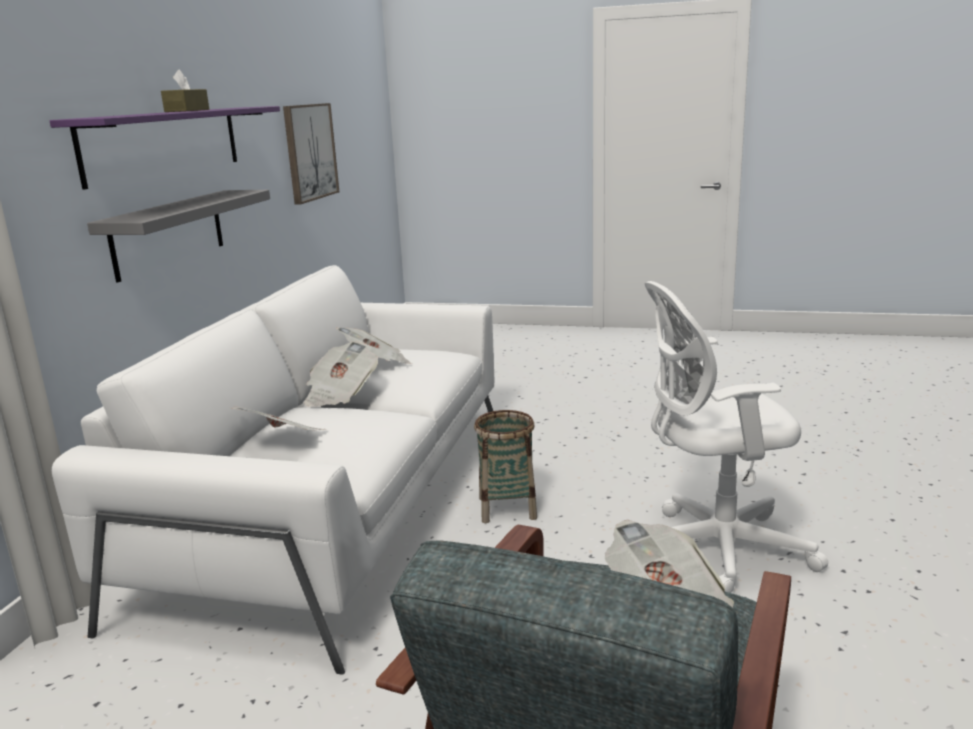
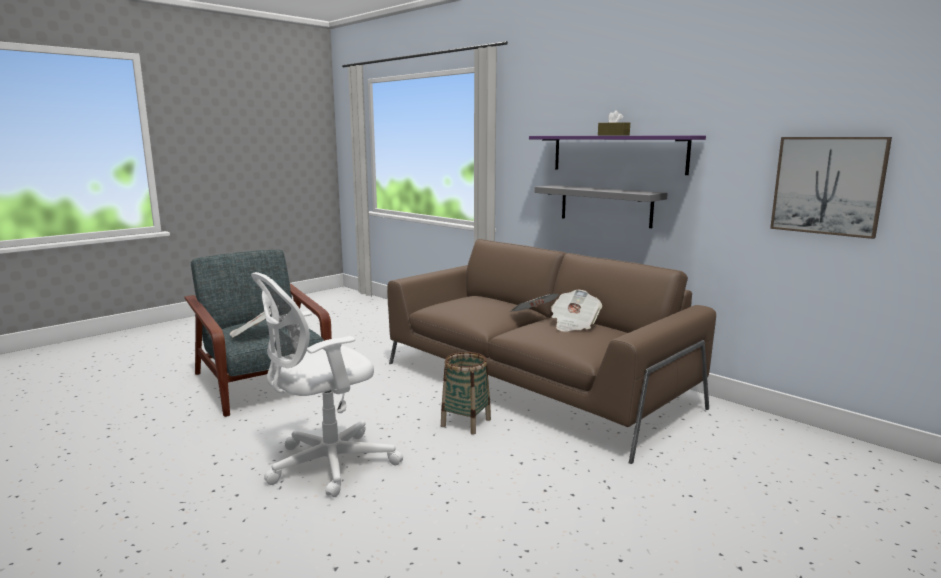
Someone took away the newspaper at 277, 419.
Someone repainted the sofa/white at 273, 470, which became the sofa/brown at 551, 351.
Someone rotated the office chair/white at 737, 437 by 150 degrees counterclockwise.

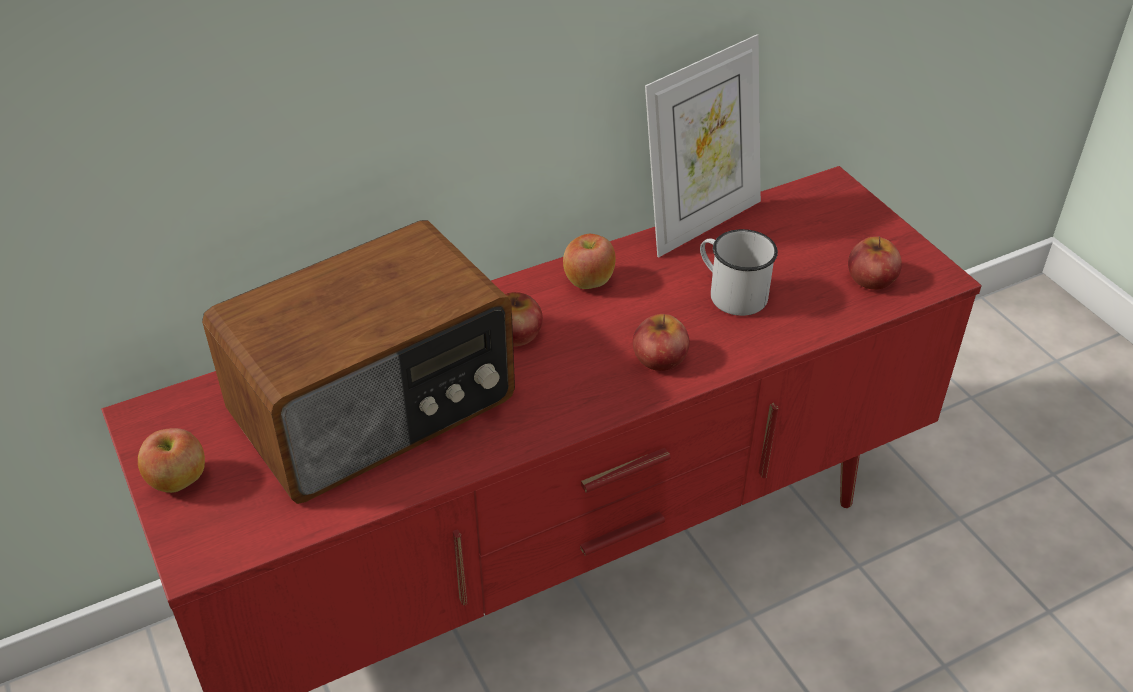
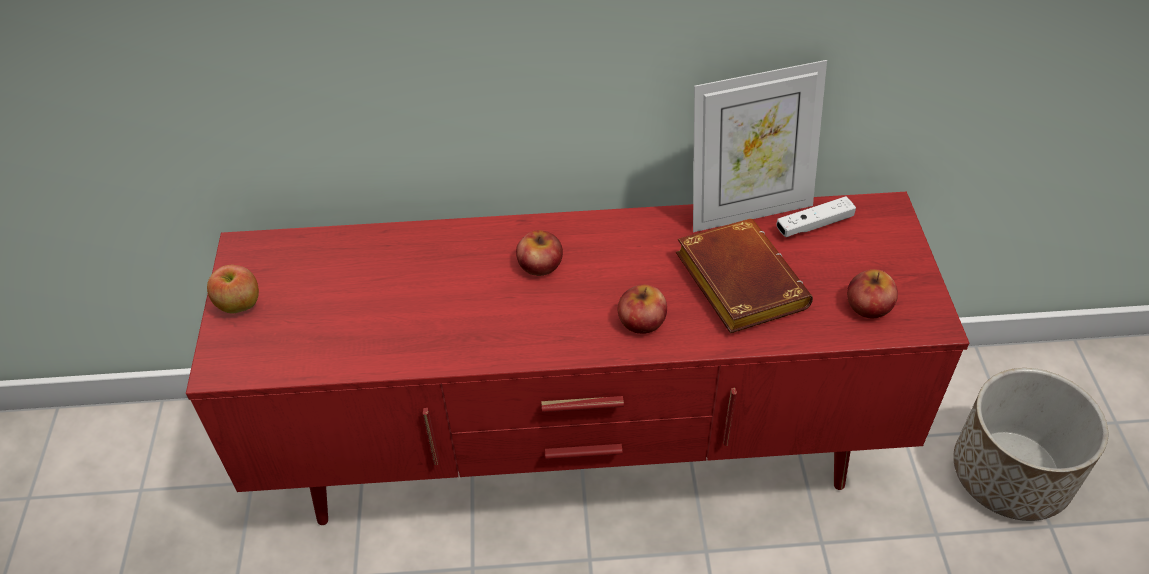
Someone took away the radio at 358, 362.
Someone took away the apple at 589, 261.
Someone put down the game controller/white at 816, 216.
Someone put down the planter at 1030, 444.
Someone swapped the mug/white at 739, 272 for the book/brown at 744, 276.

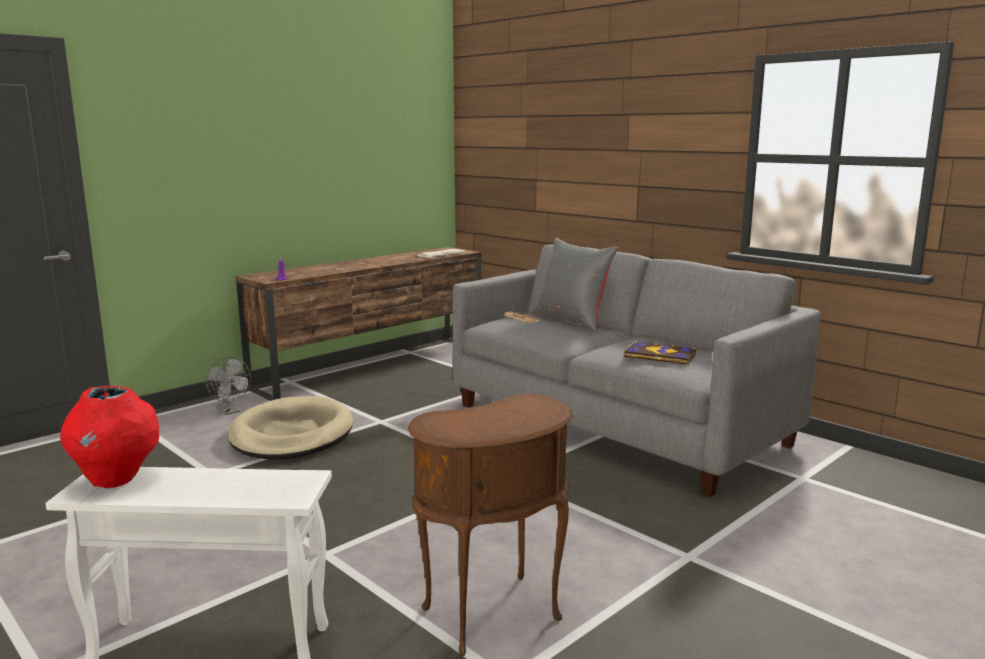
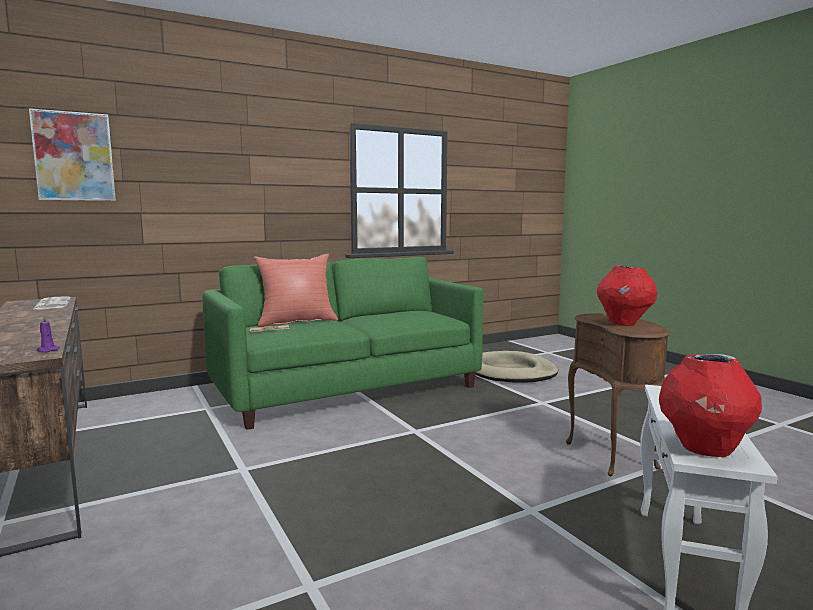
Someone took away the fan/grey at 228, 386.
Someone took away the book at 660, 353.
Someone put up the picture at 72, 154.
Someone put down the vase/red at 627, 295.
Someone carried the dog bed/beige from 290, 428 to 517, 367.
Someone repainted the sofa/grey at 637, 370, which became the sofa/green at 343, 343.
Someone repainted the pillow/grey at 575, 285, which became the pillow/red at 296, 290.

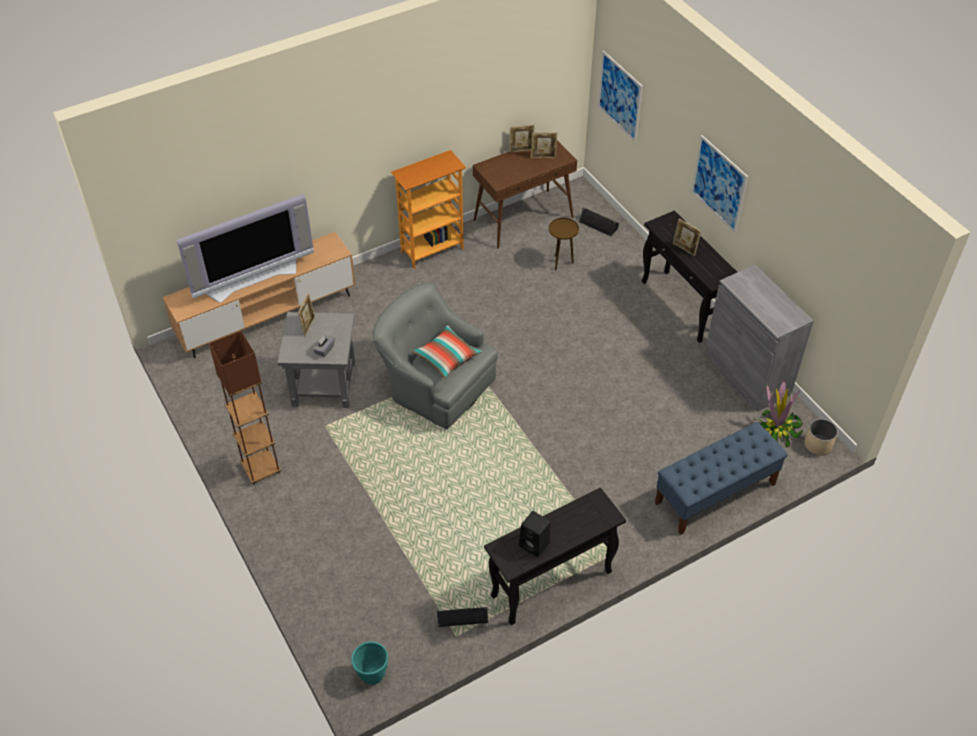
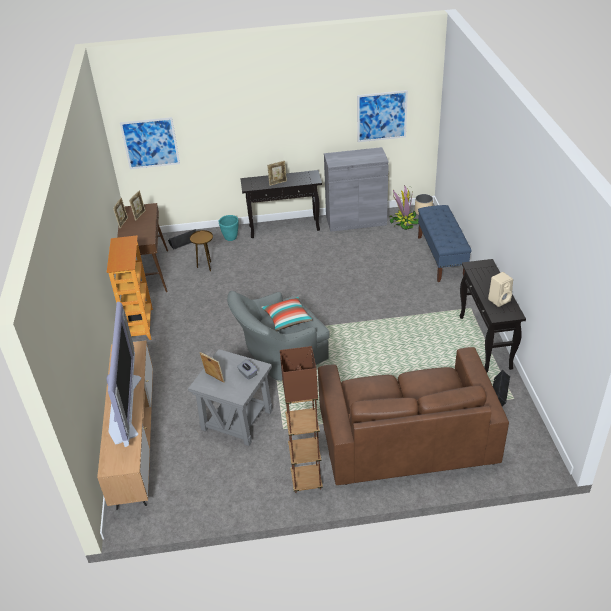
Someone put down the sofa/brown at 413, 416.
Someone carried the planter/turquoise from 369, 663 to 229, 228.
Someone carried the picture from 719, 184 to 382, 116.
Someone repainted the speaker/black at 534, 534, which became the speaker/beige at 500, 289.

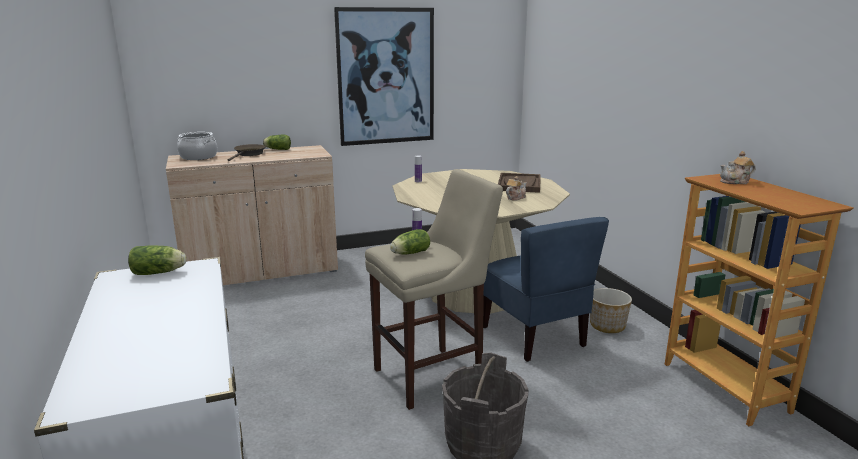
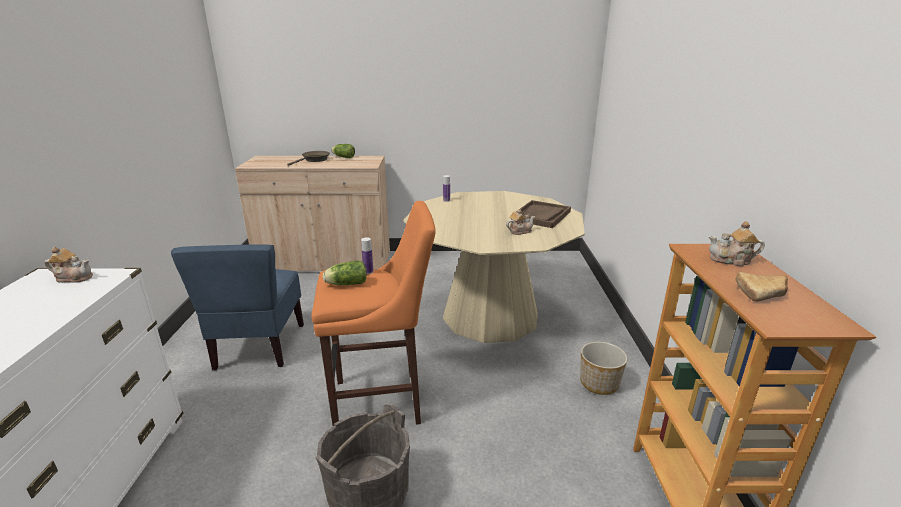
Someone took away the cooking pot at 197, 146.
Someone took away the picture at 384, 76.
Someone put down the bread at 762, 287.
Someone carried the chair/blue from 546, 289 to 237, 307.
Someone swapped the lettuce at 157, 260 for the teapot at 69, 265.
Someone repainted the stool/beige at 434, 289, which became the stool/orange at 374, 313.

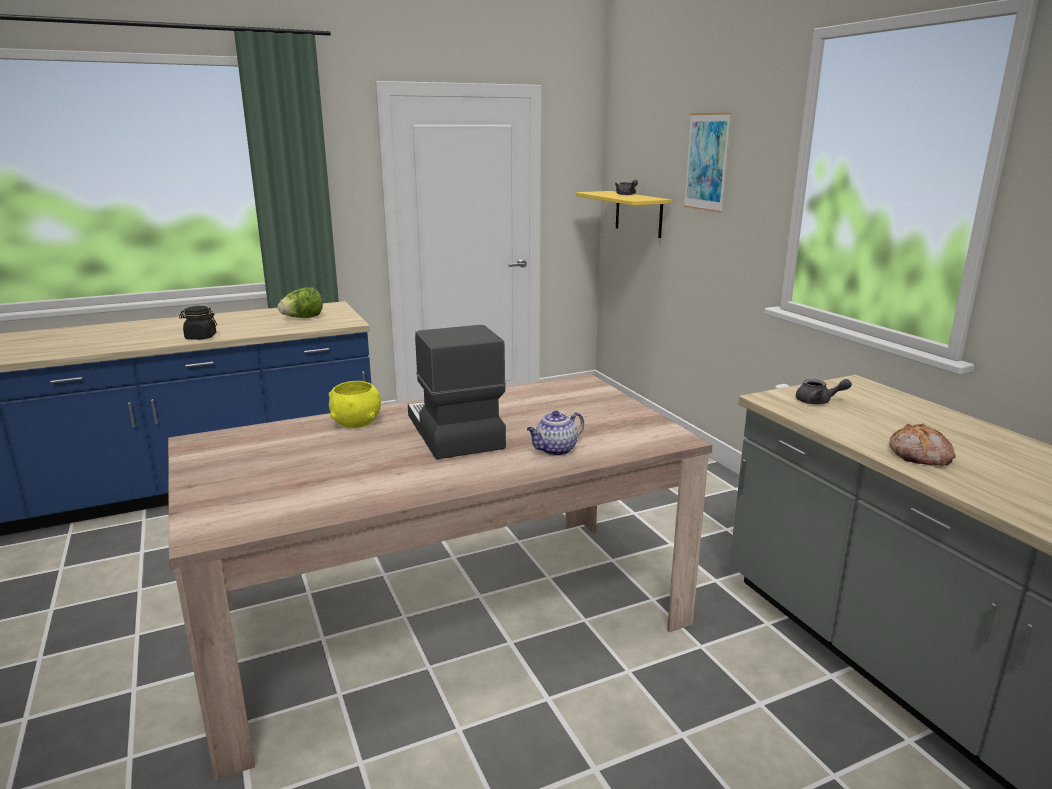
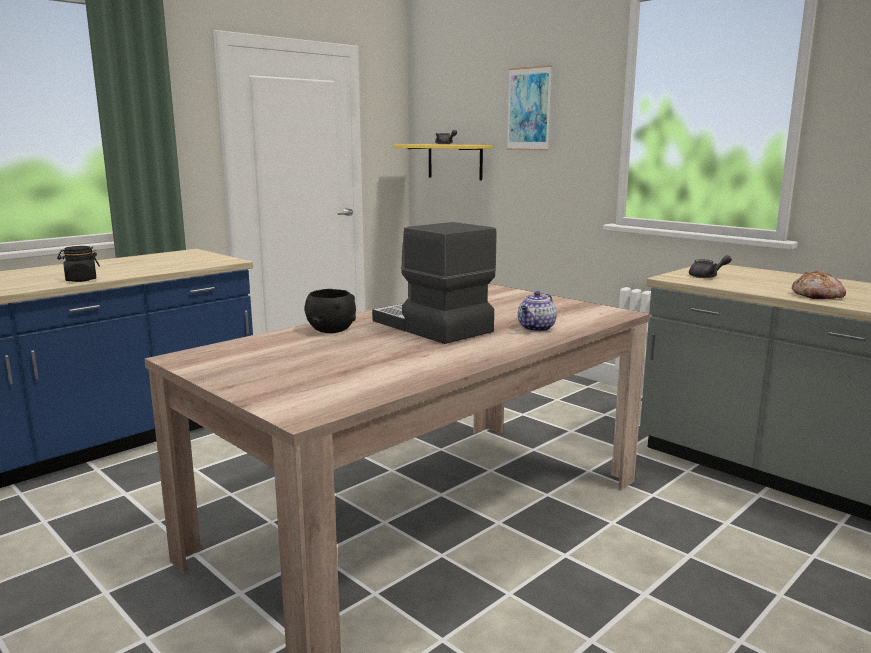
Someone took away the lettuce at 300, 302.
Someone repainted the bowl/yellow at 355, 404, which became the bowl/black at 330, 311.

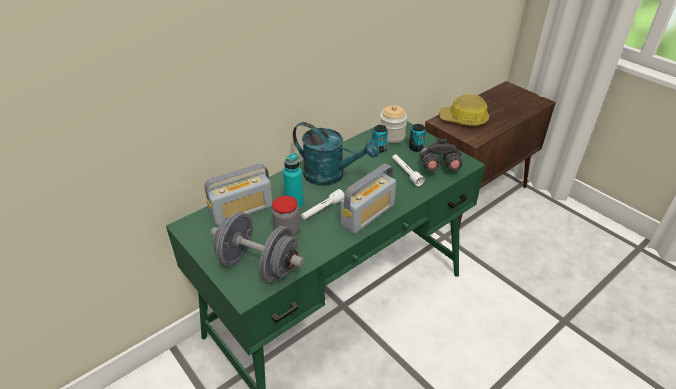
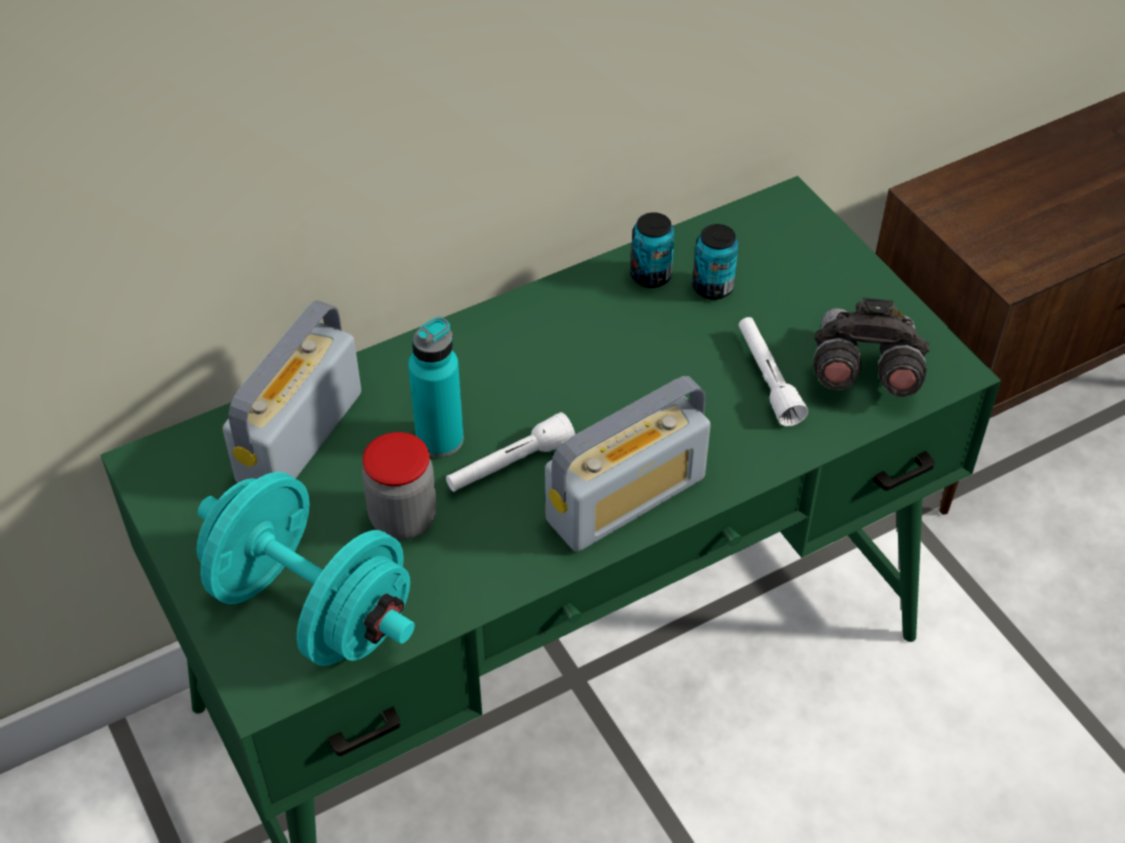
Someone took away the watering can/turquoise at 336, 154.
Someone took away the jar at 393, 124.
Someone took away the hard hat at 464, 110.
Someone carried the can from 417, 138 to 653, 250.
Someone repainted the dumbbell/grey at 257, 247, which became the dumbbell/turquoise at 306, 569.
Someone rotated the radio at 238, 194 by 135 degrees clockwise.

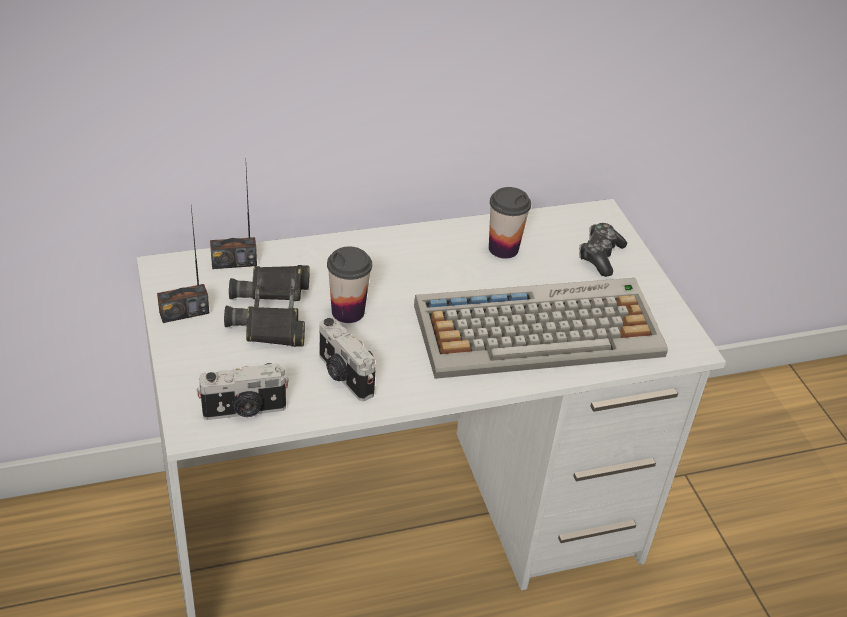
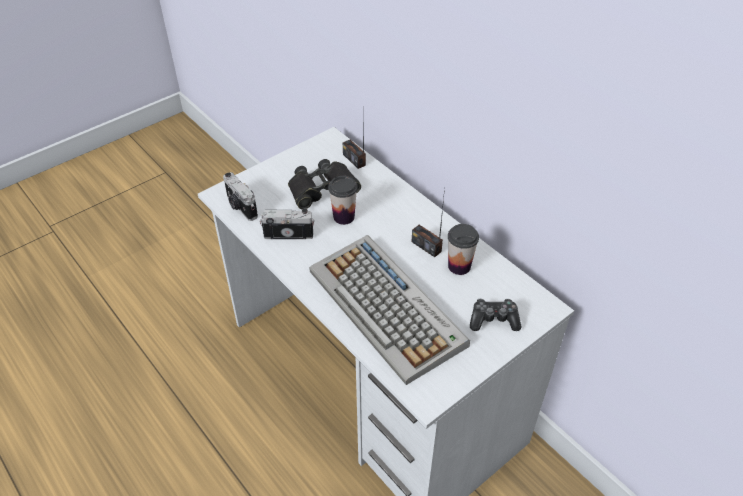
Someone carried the radio from 183, 265 to 428, 222.
Someone rotated the photo camera at 347, 359 by 60 degrees clockwise.

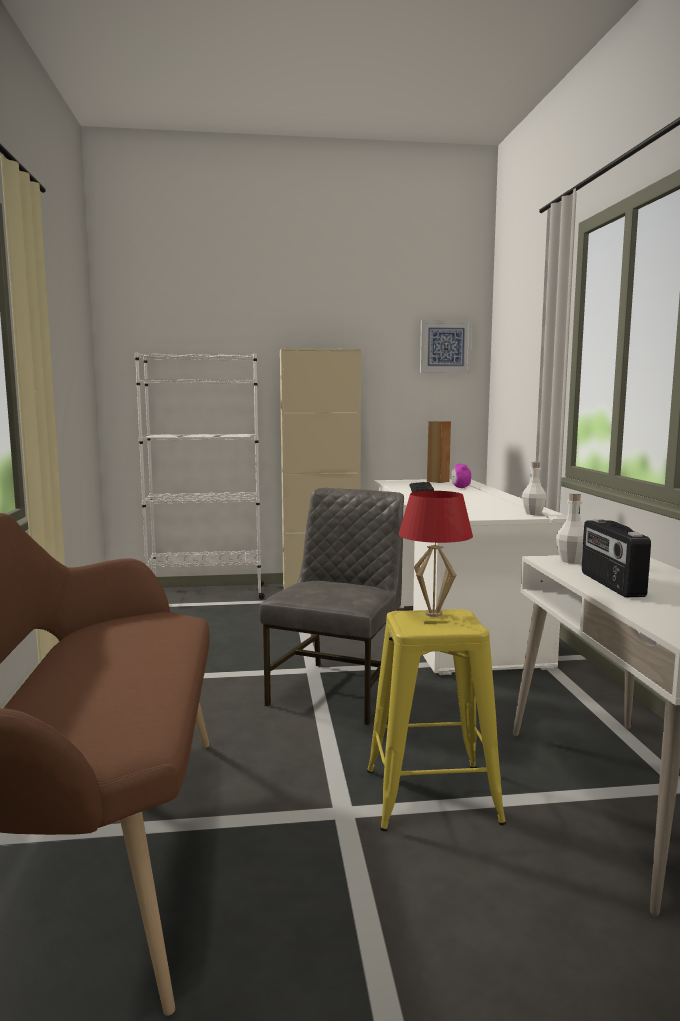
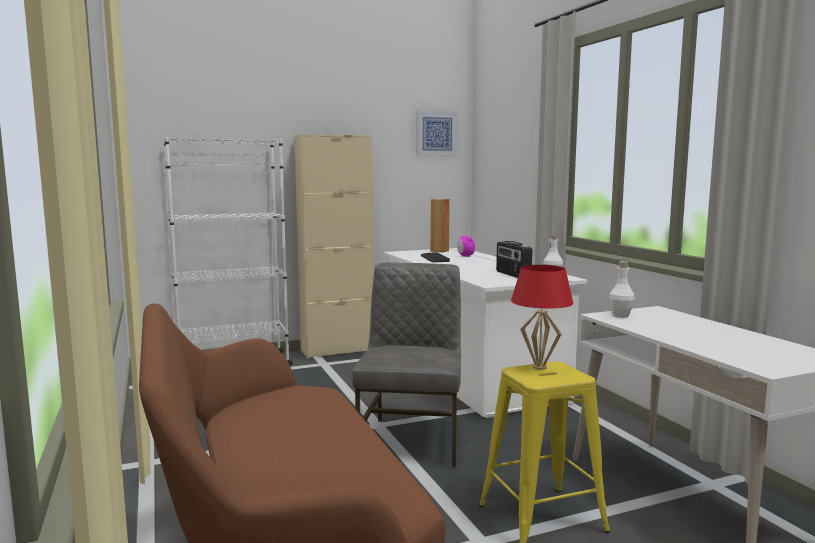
Someone carried the radio from 616, 558 to 514, 259.

